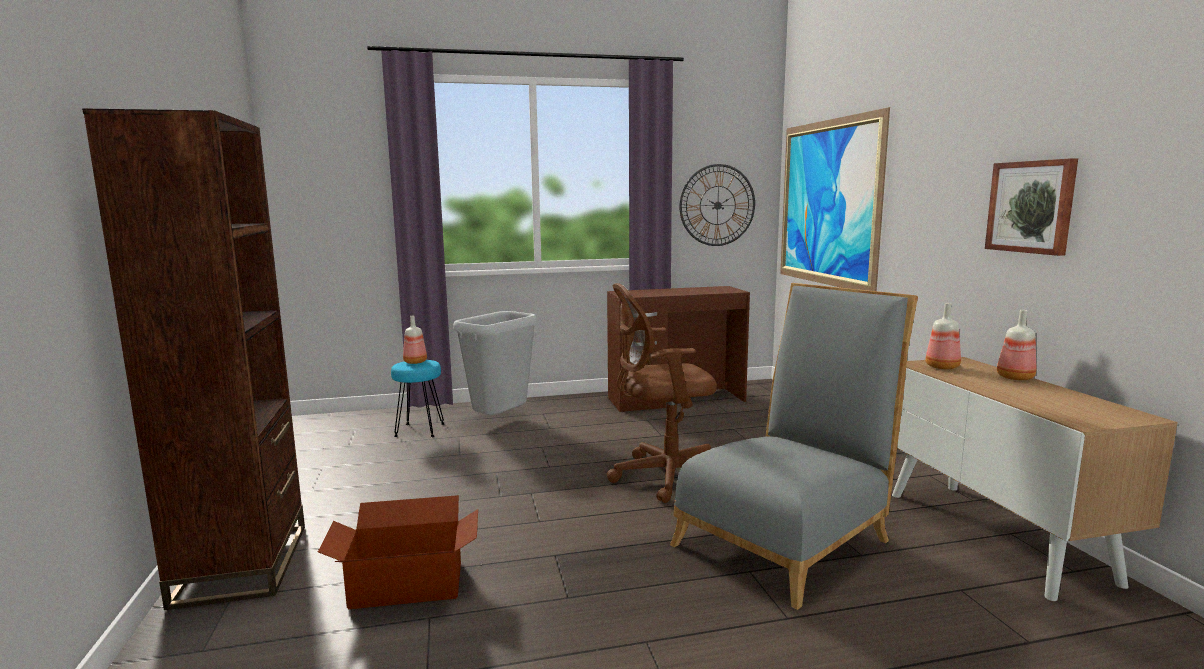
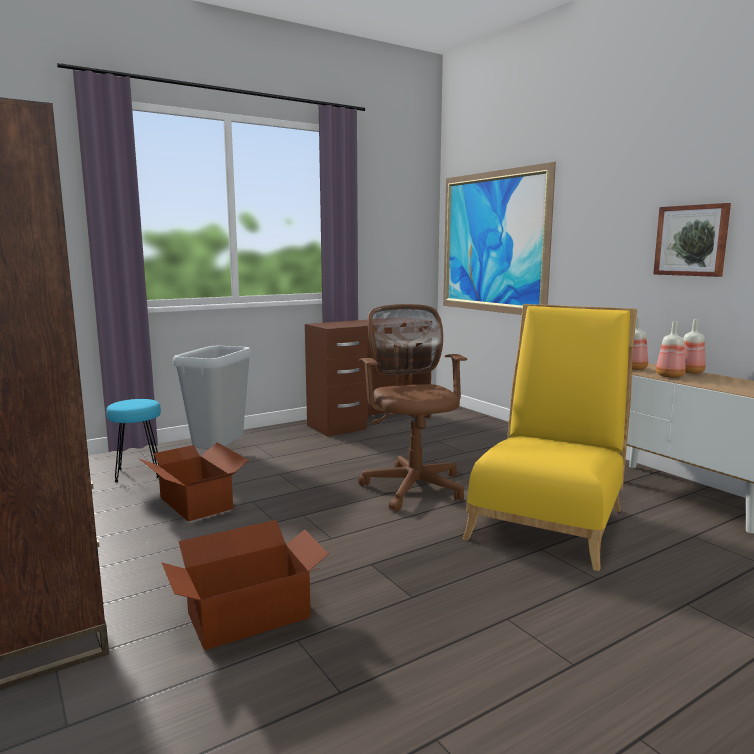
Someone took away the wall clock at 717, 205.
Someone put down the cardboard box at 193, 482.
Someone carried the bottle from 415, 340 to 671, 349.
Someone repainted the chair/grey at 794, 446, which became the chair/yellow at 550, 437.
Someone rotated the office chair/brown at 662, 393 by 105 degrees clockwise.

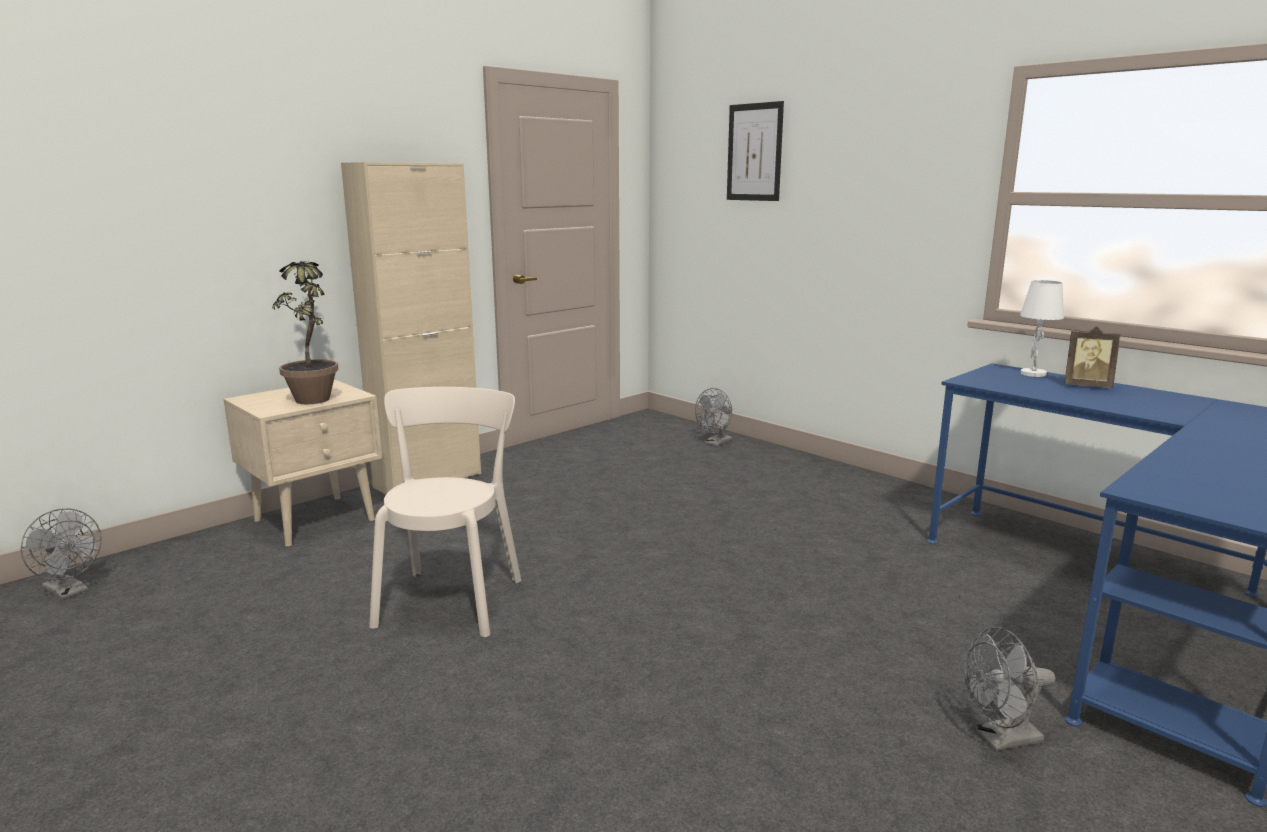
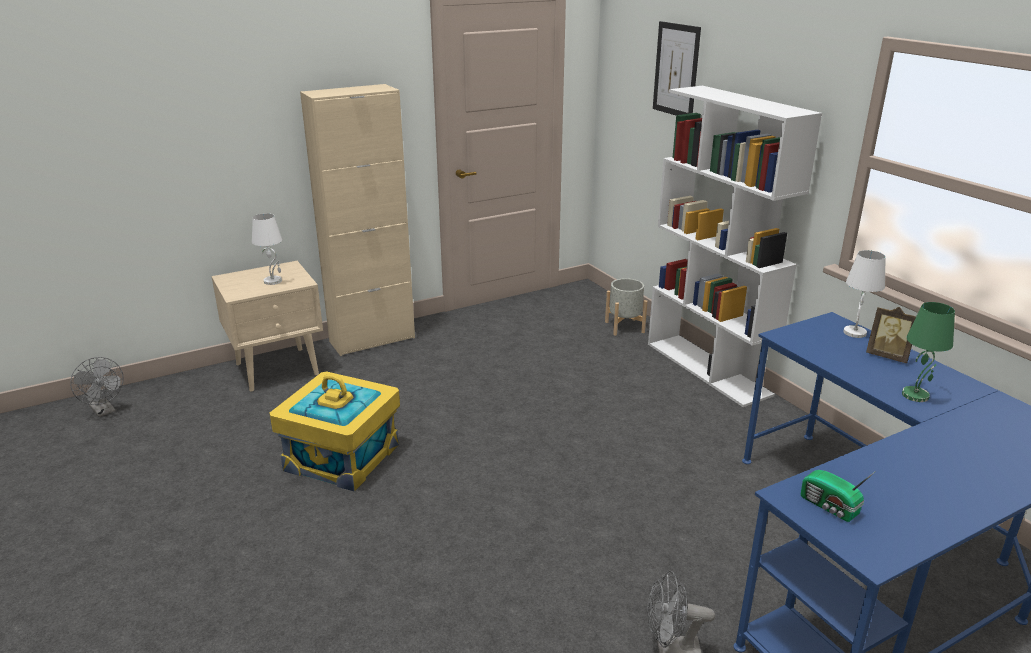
Someone put down the bookcase/white at 735, 246.
Someone put down the radio at 838, 496.
Someone put down the table lamp/green at 928, 352.
Someone swapped the potted plant at 305, 332 for the table lamp/white at 267, 249.
Someone swapped the chair/beige at 445, 512 for the storage box/yellow at 335, 432.
Someone swapped the fan/grey at 713, 417 for the planter/grey at 626, 307.

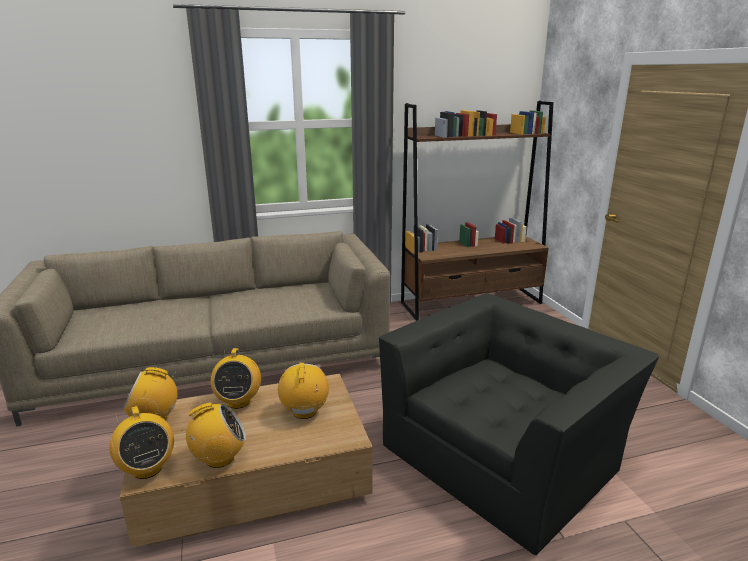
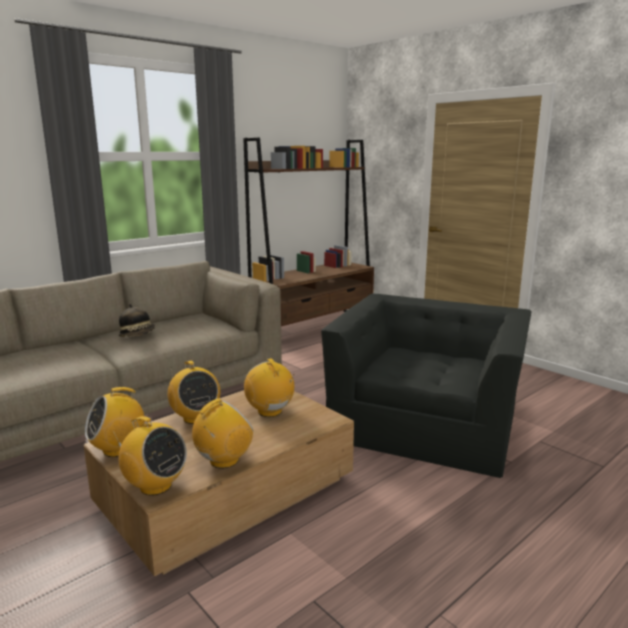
Someone put down the hat at 137, 320.

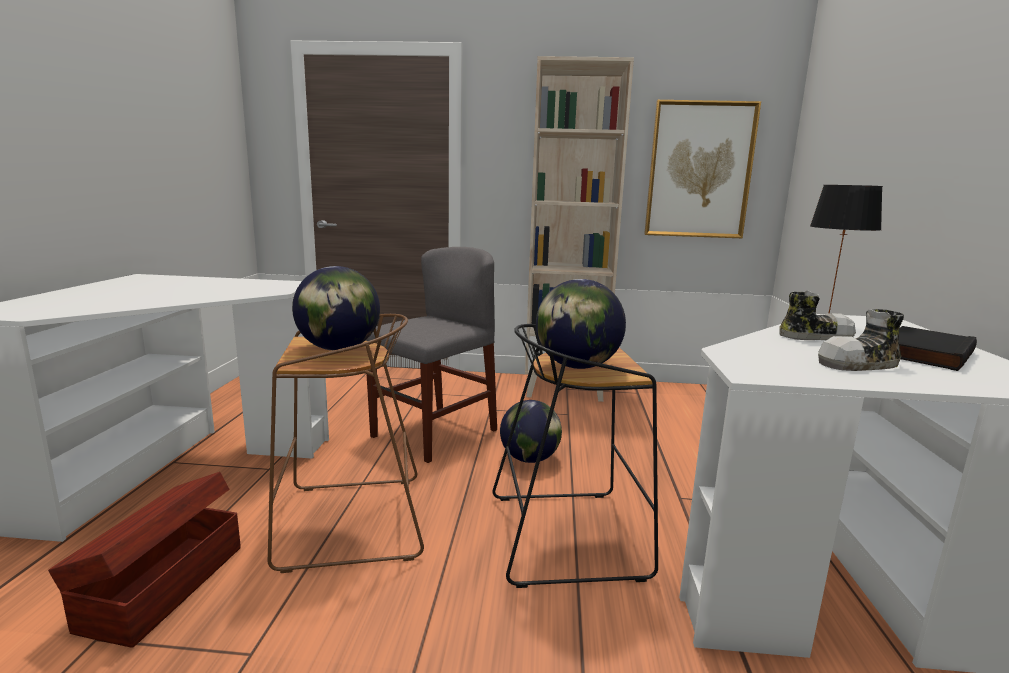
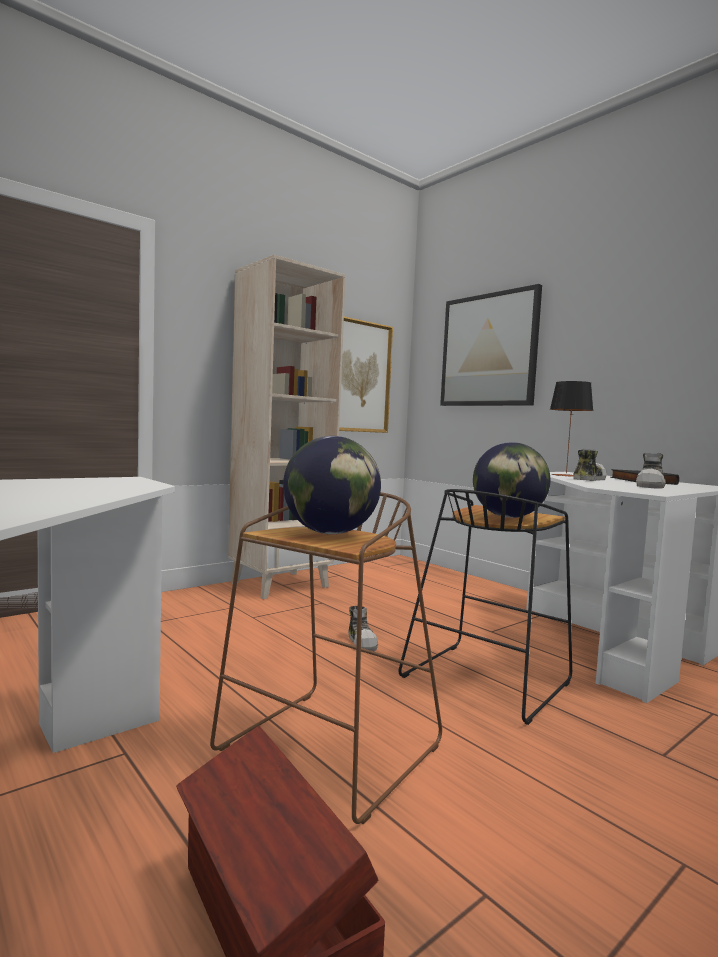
Someone took away the chair/grey at 431, 355.
Someone put up the picture at 491, 345.
Someone swapped the globe at 531, 431 for the shoe at 363, 629.

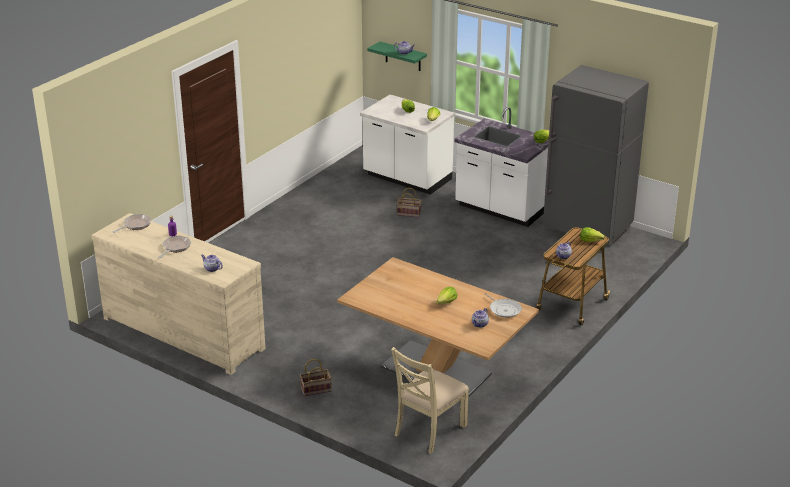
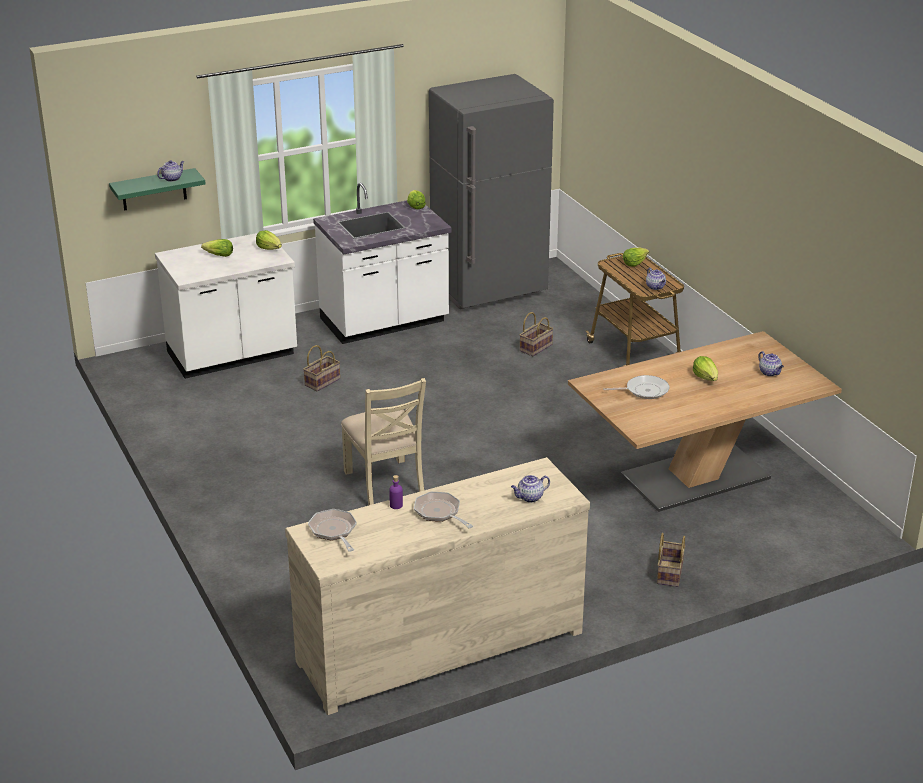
Someone put down the basket at 536, 334.
Someone carried the chair/beige from 430, 400 to 383, 442.
Someone carried the frying pan from 503, 305 to 636, 387.

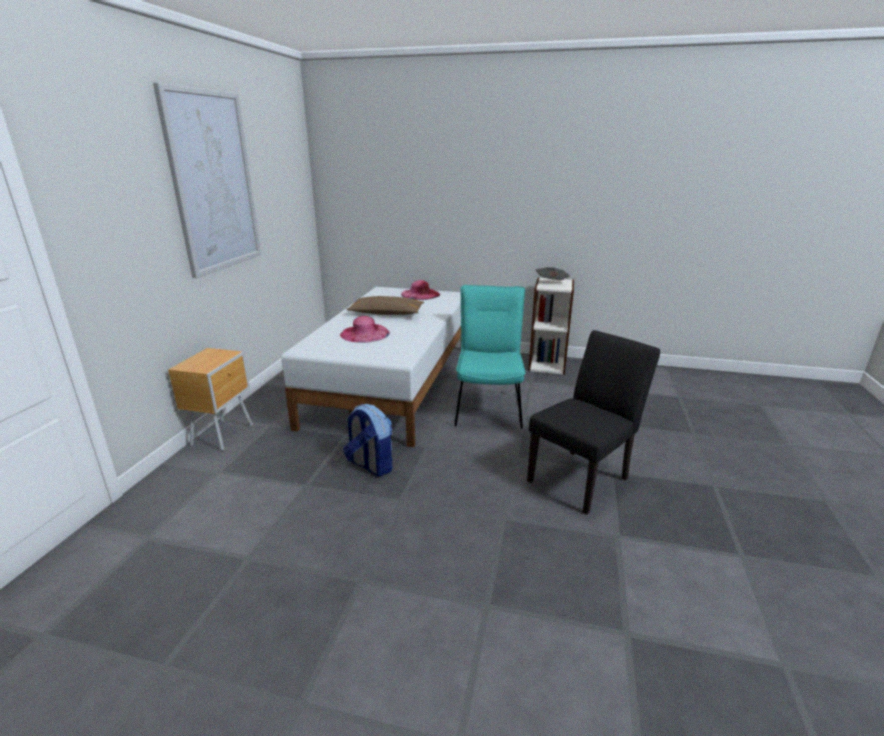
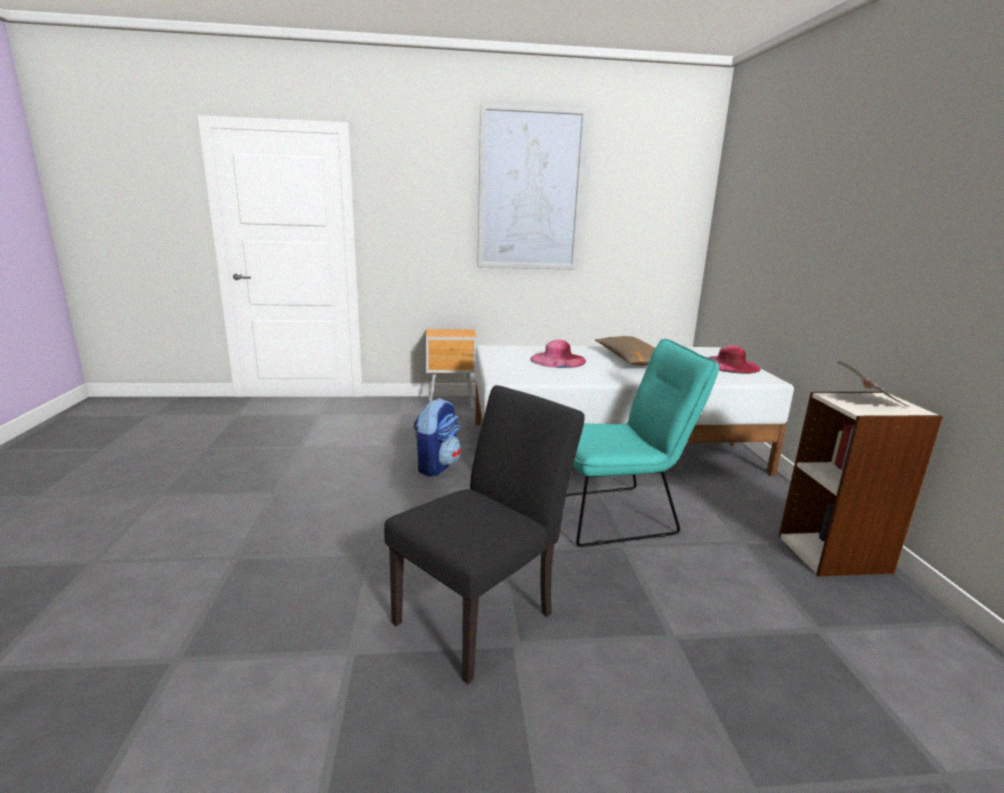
Someone rotated the chair/black at 593, 422 by 75 degrees counterclockwise.

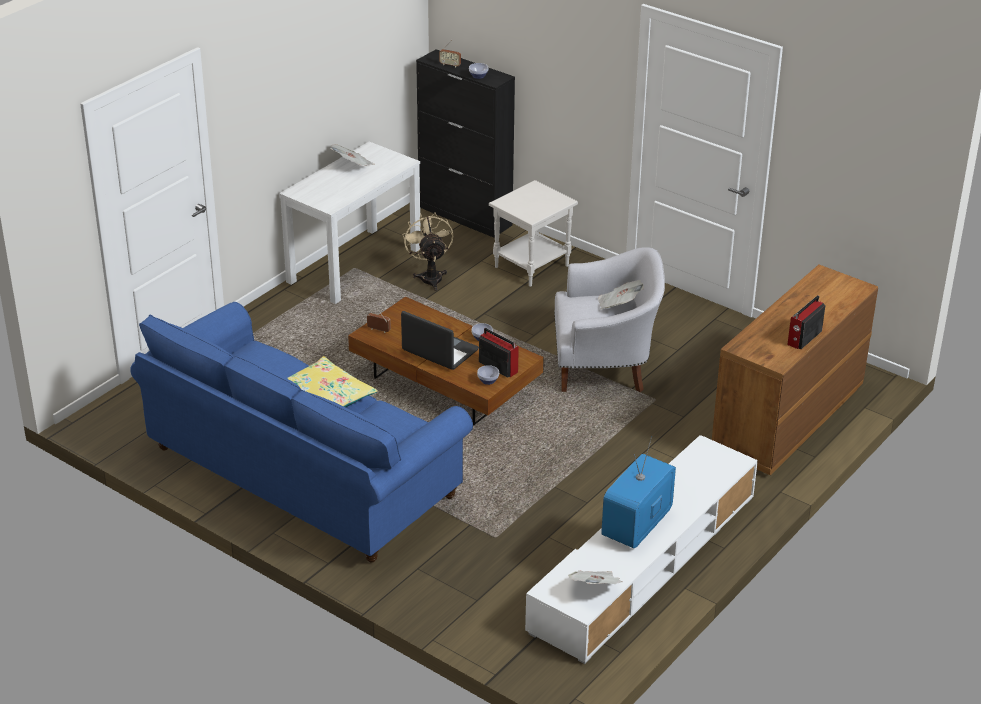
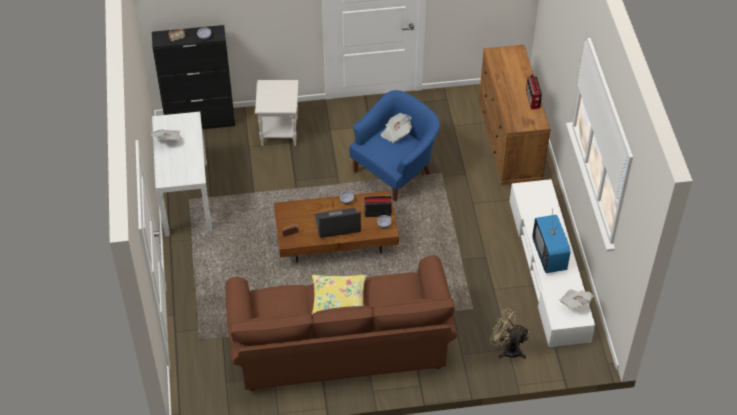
Someone carried the fan/beige from 427, 251 to 509, 333.
Someone repainted the sofa/blue at 301, 432, which became the sofa/brown at 341, 323.
Someone repainted the armchair/white at 609, 319, which became the armchair/blue at 394, 145.

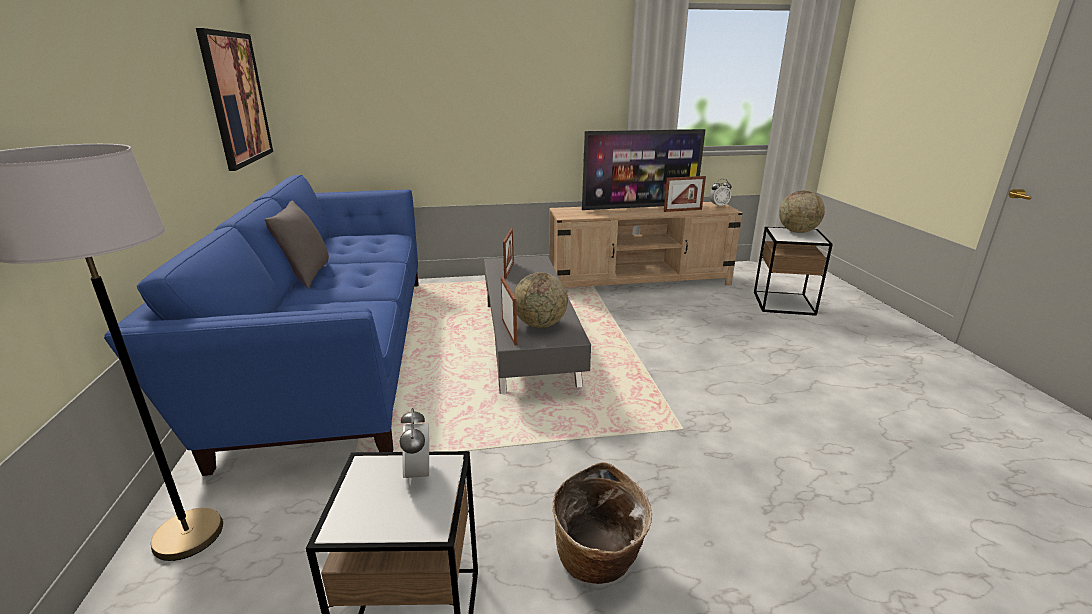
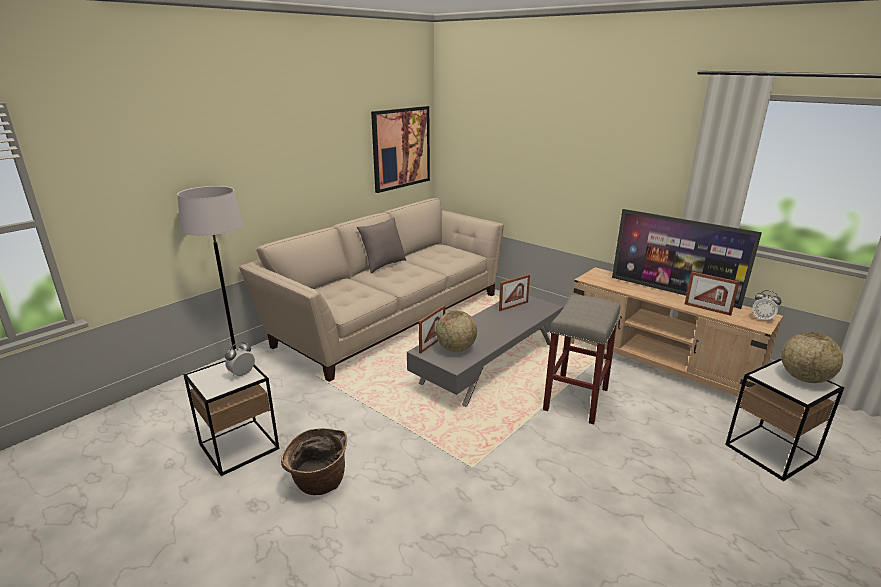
Someone put down the stool/grey at 581, 359.
Someone repainted the sofa/blue at 261, 325, which became the sofa/beige at 371, 290.

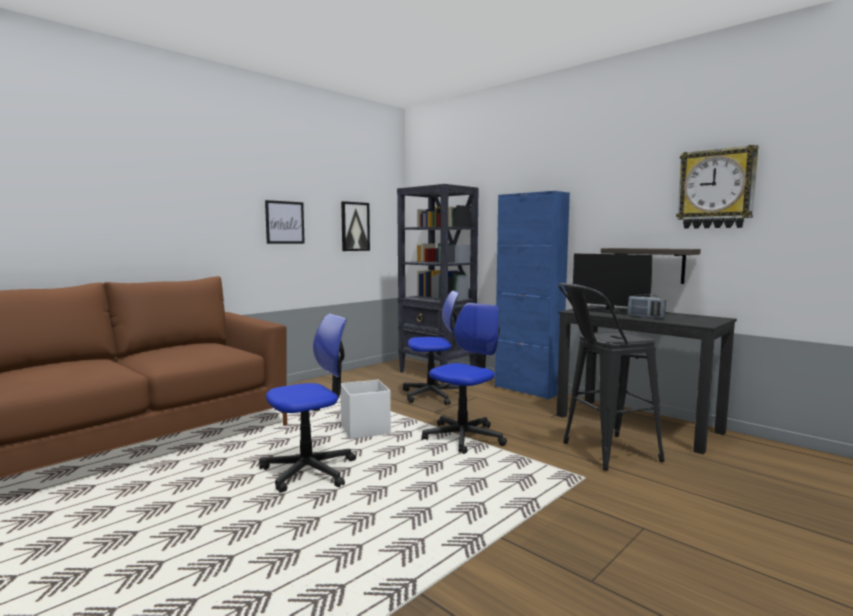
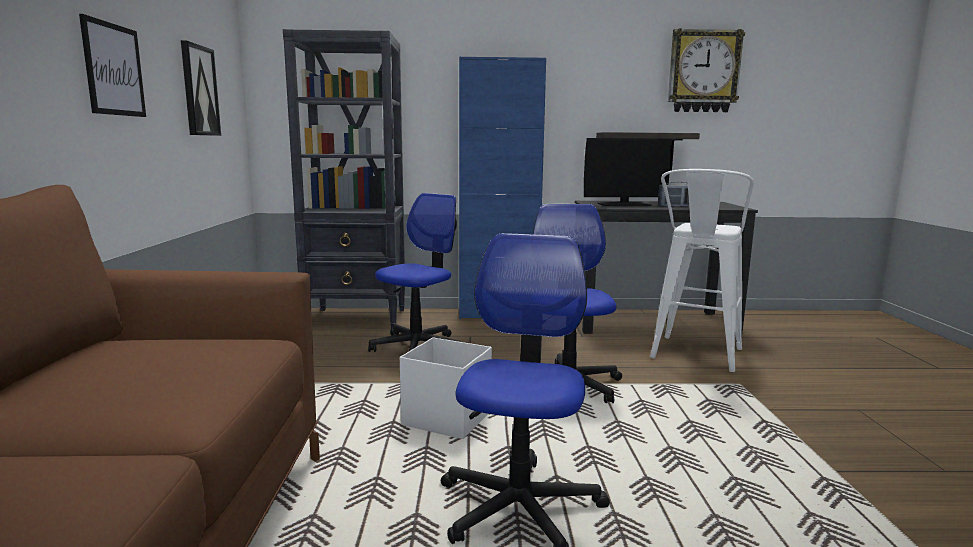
Someone repainted the stool/black at 611, 377, which became the stool/white at 702, 270.

